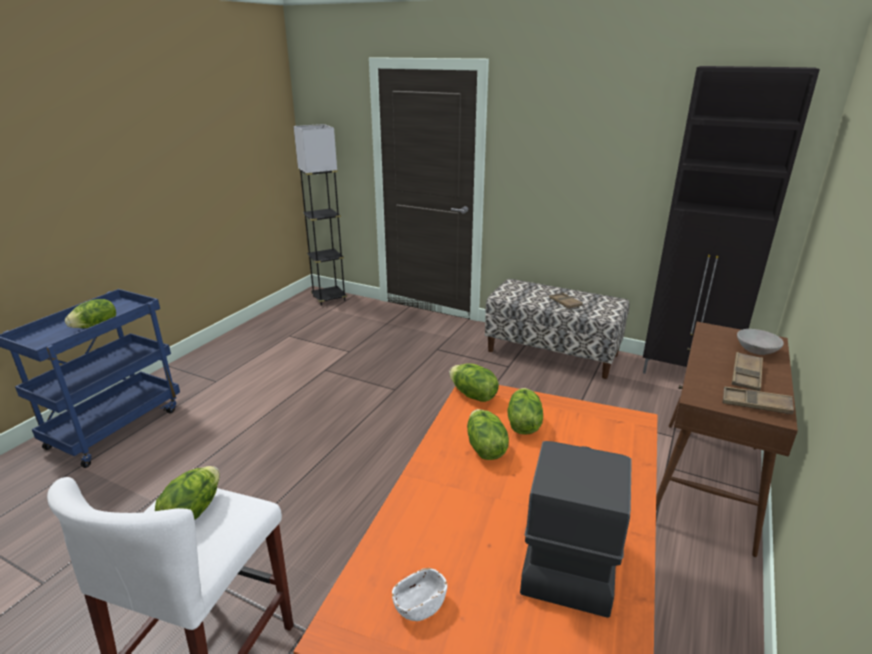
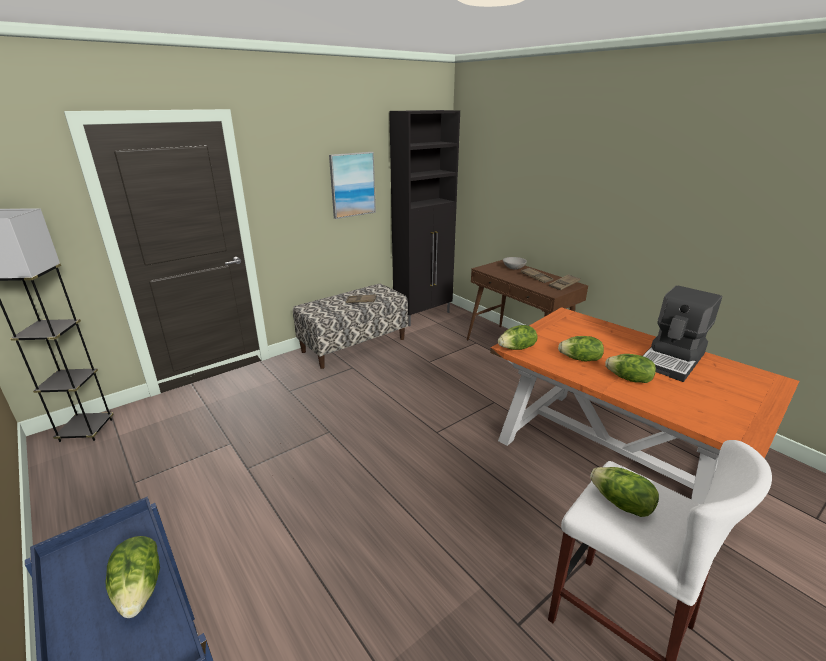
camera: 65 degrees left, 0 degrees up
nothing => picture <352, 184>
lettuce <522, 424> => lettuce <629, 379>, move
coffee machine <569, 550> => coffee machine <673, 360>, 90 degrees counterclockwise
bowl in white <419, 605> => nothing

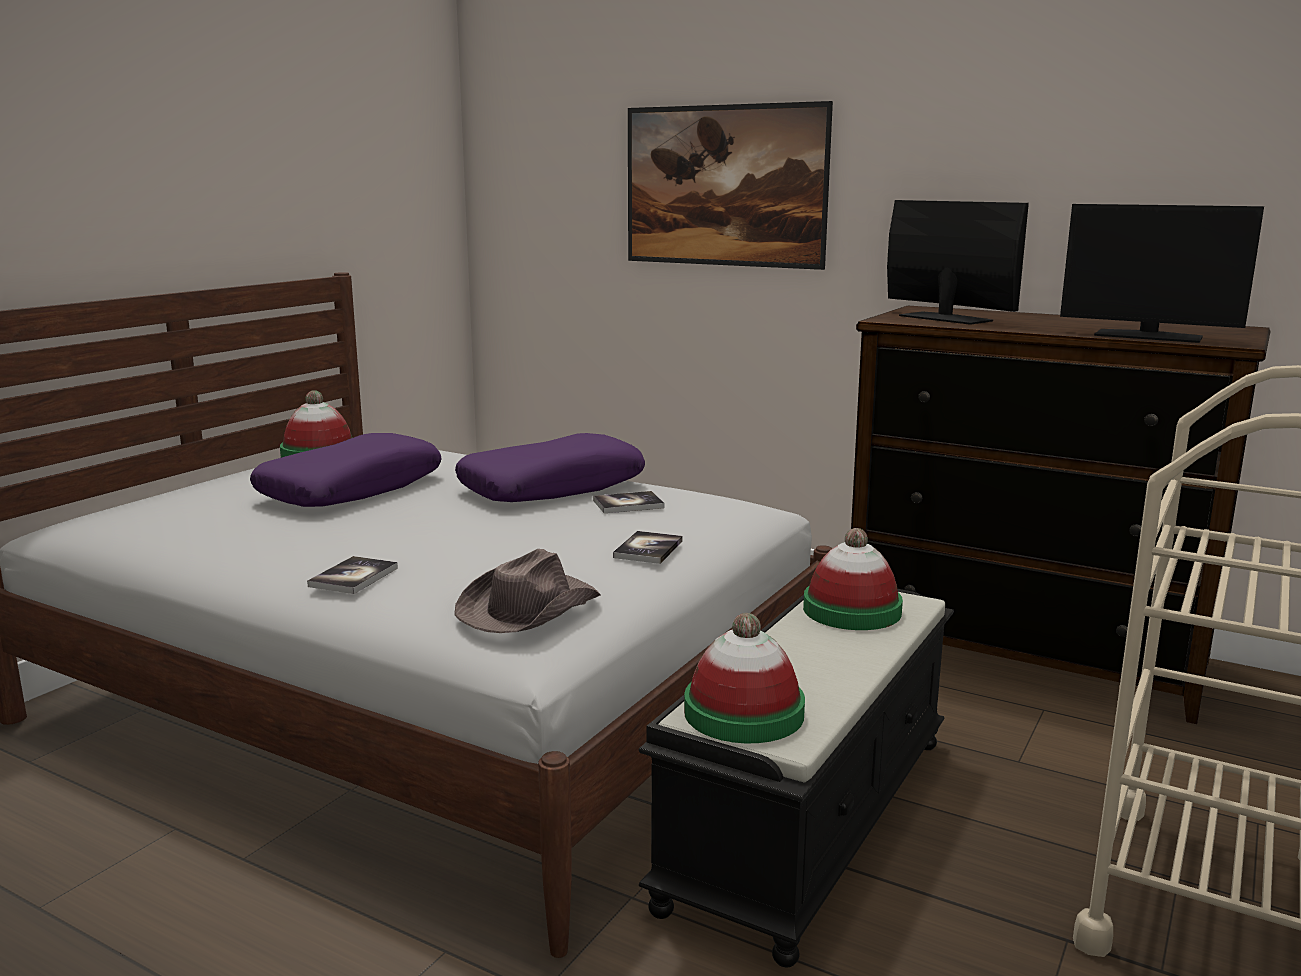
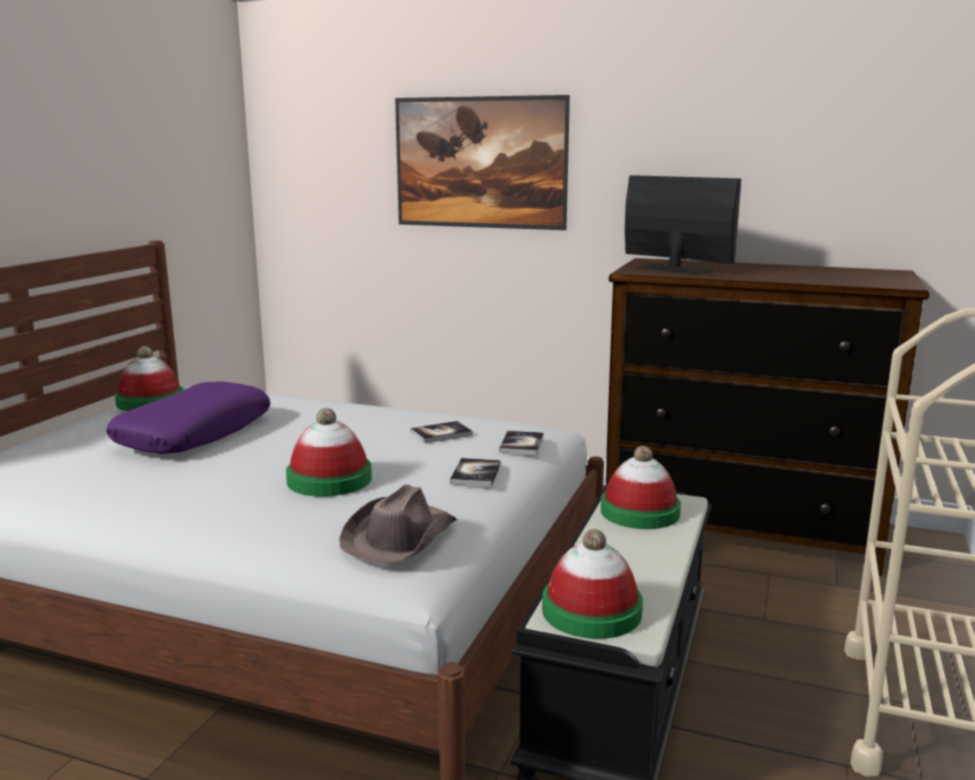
camera: 10 degrees left, 0 degrees up
nothing => hat <329, 479>
book <353, 577> => book <522, 444>, move
pillow in purple <552, 487> => nothing
monitor <1148, 336> => nothing

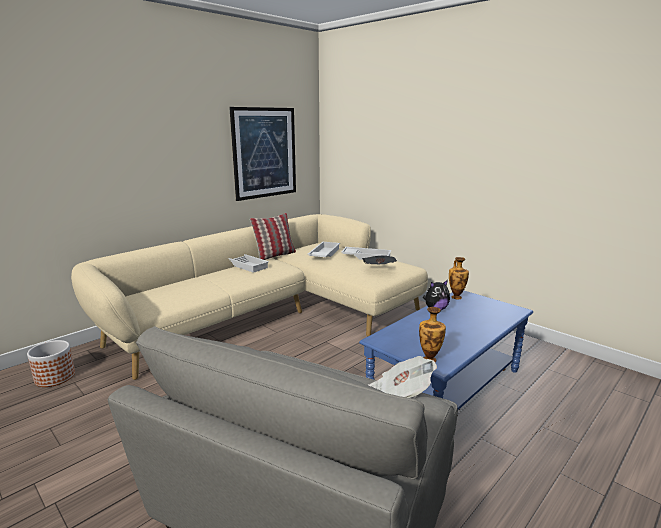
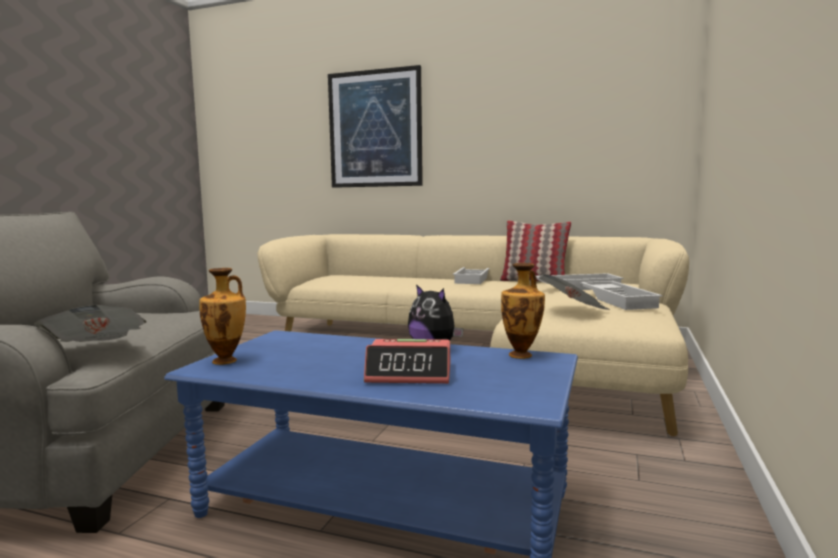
camera: 65 degrees right, 10 degrees down
picture <264, 153> => picture <375, 129>, move
nothing => alarm clock <410, 373>
planter <54, 377> => nothing

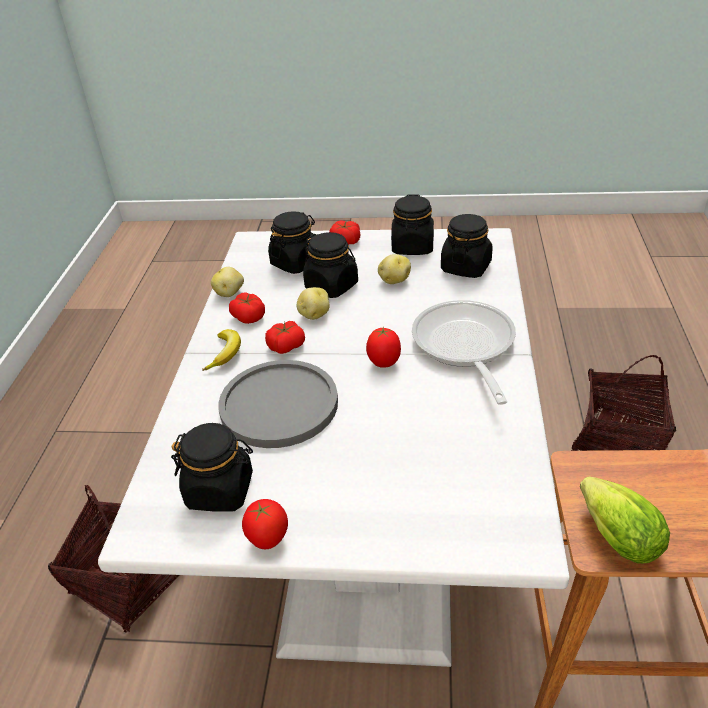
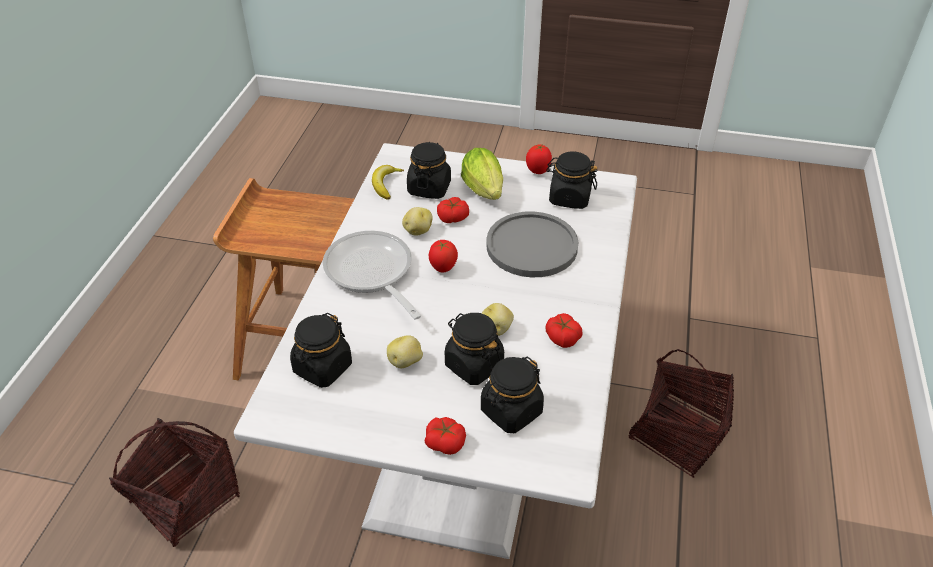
camera: 175 degrees left, 5 degrees up
frying pan <464, 347> => frying pan <371, 273>, 150 degrees clockwise
banana <225, 353> => banana <385, 184>, move
potato <230, 293> => potato <417, 231>, move
jar in black <413, 247> => jar in black <429, 188>, move
tomato <286, 346> => tomato <453, 217>, move
lettuce <614, 534> => lettuce <485, 192>, move

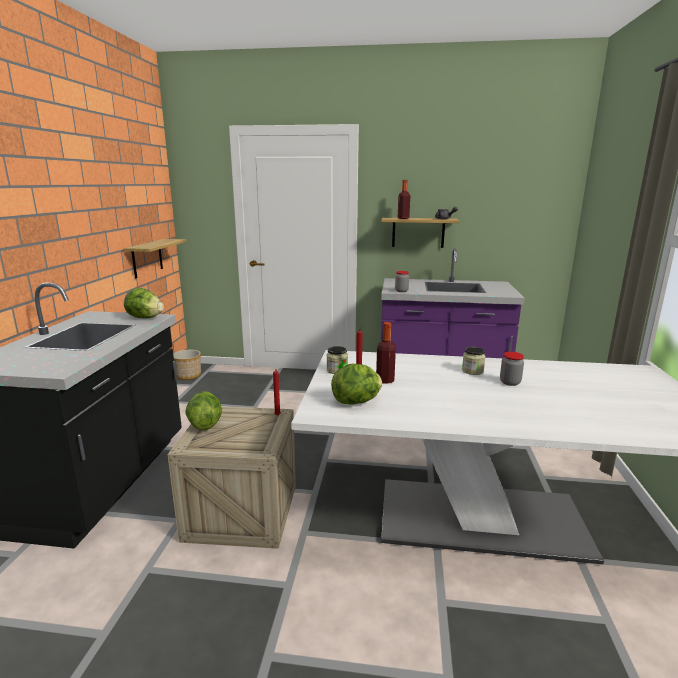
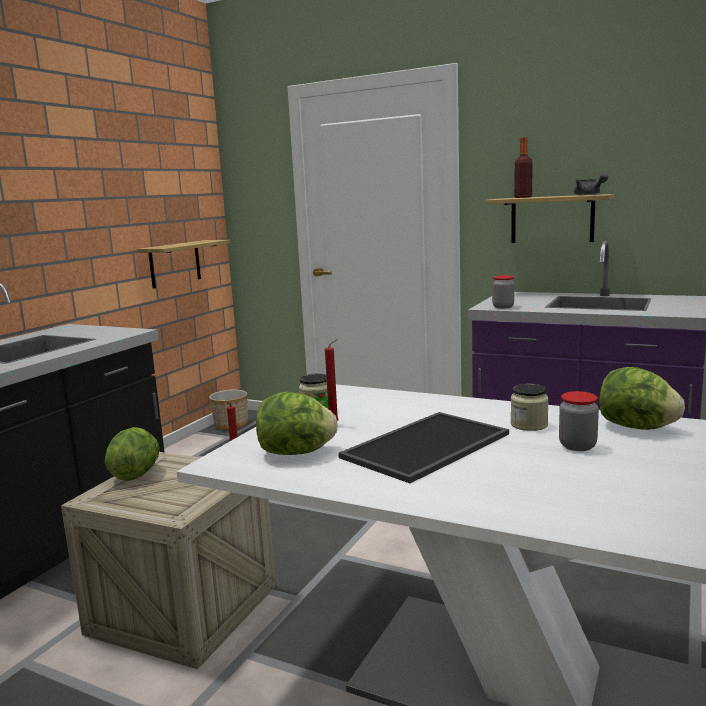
camera: 20 degrees right, 5 degrees down
nothing => tray <427, 447>
lettuce <145, 318> => lettuce <637, 427>, move
bottle <385, 380> => nothing

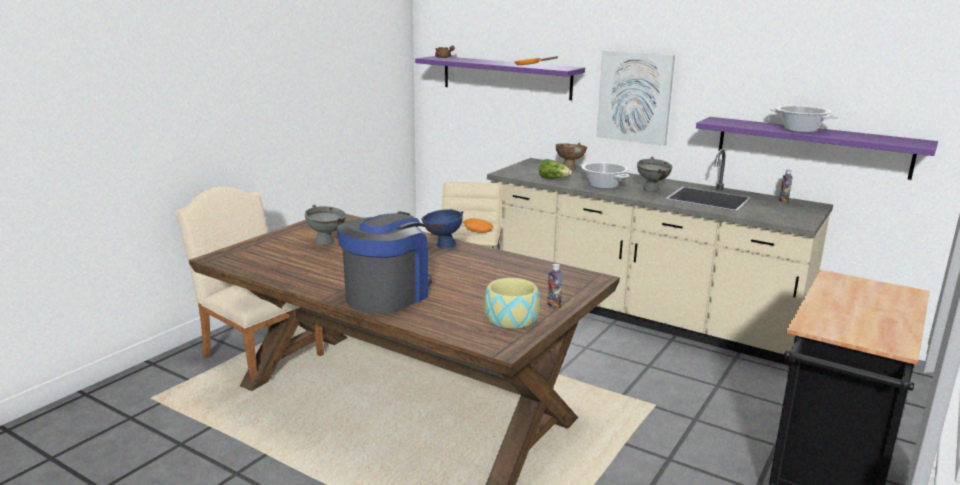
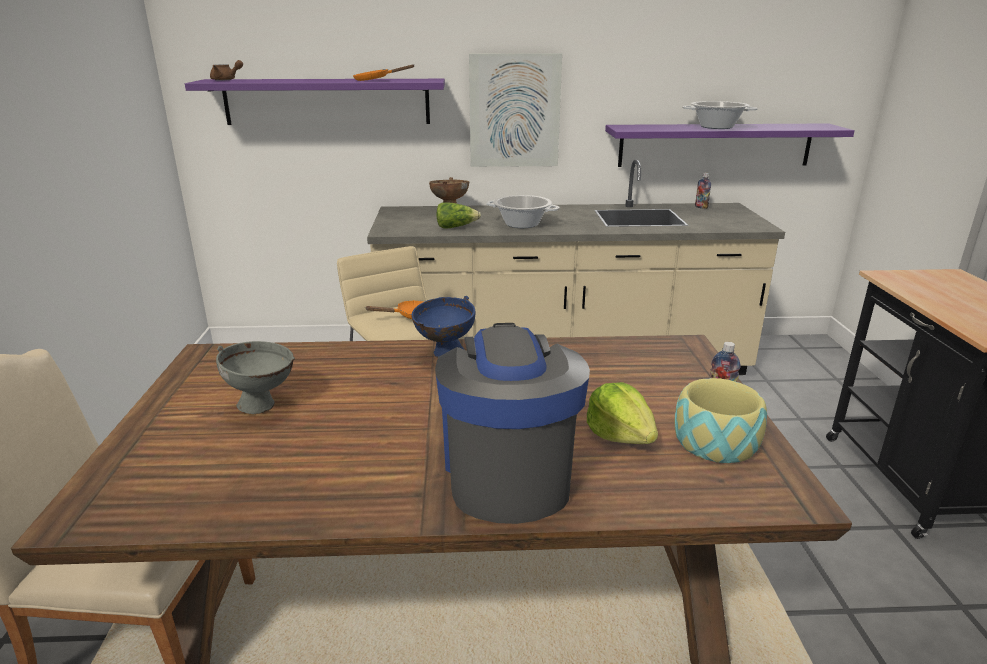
camera: 35 degrees left, 5 degrees up
nothing => lettuce <620, 435>
bowl in grey <652, 190> => nothing

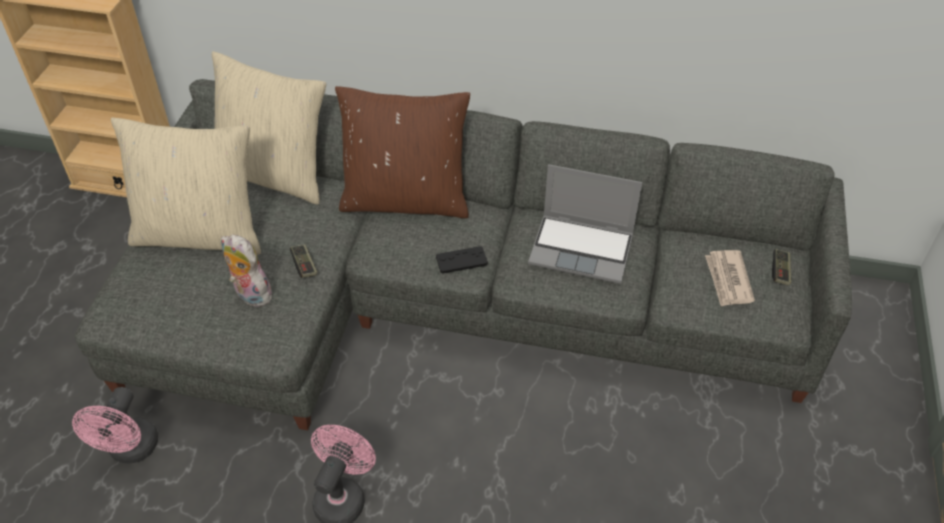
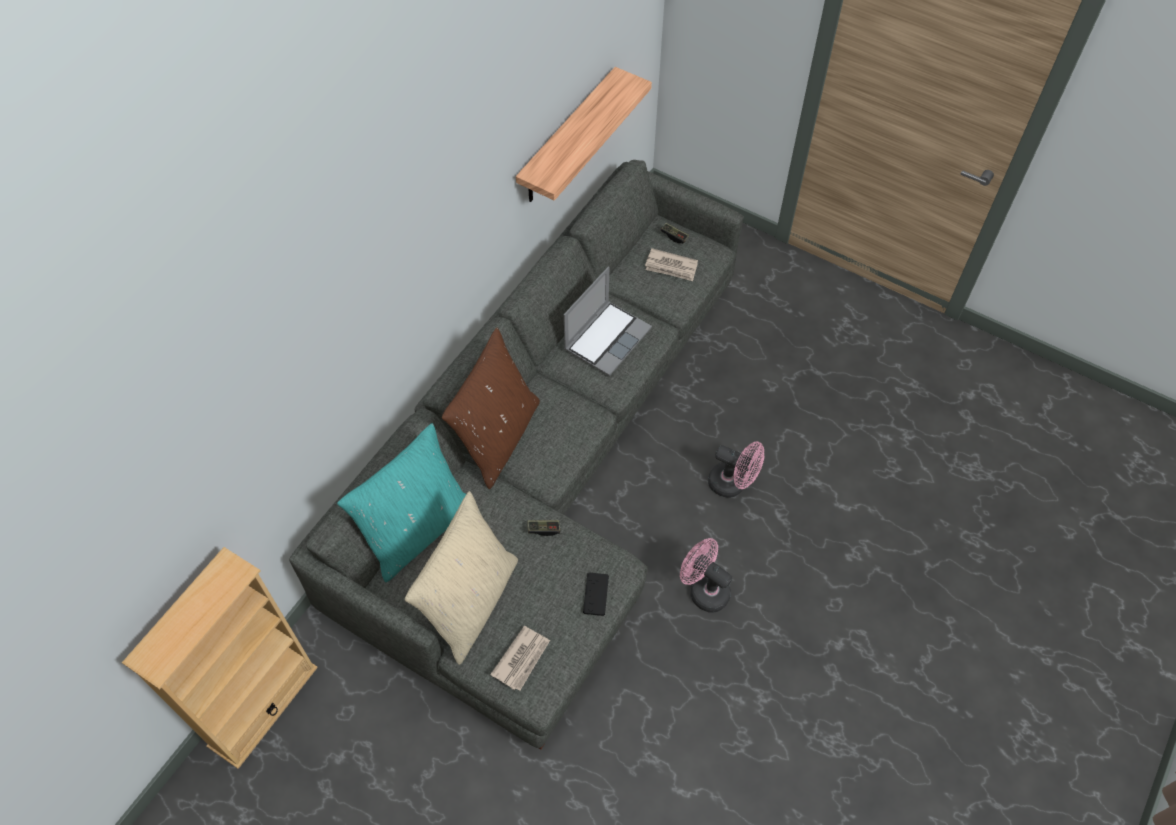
camera: 70 degrees left, 10 degrees up
pillow in beige <274, 174> => pillow in turquoise <417, 530>
nothing => newspaper <522, 659>
nothing => shelf <567, 138>
game controller in black <461, 260> => game controller in black <596, 594>, move
fan in pink <131, 451> => fan in pink <733, 484>, move
plush toy <250, 295> => nothing

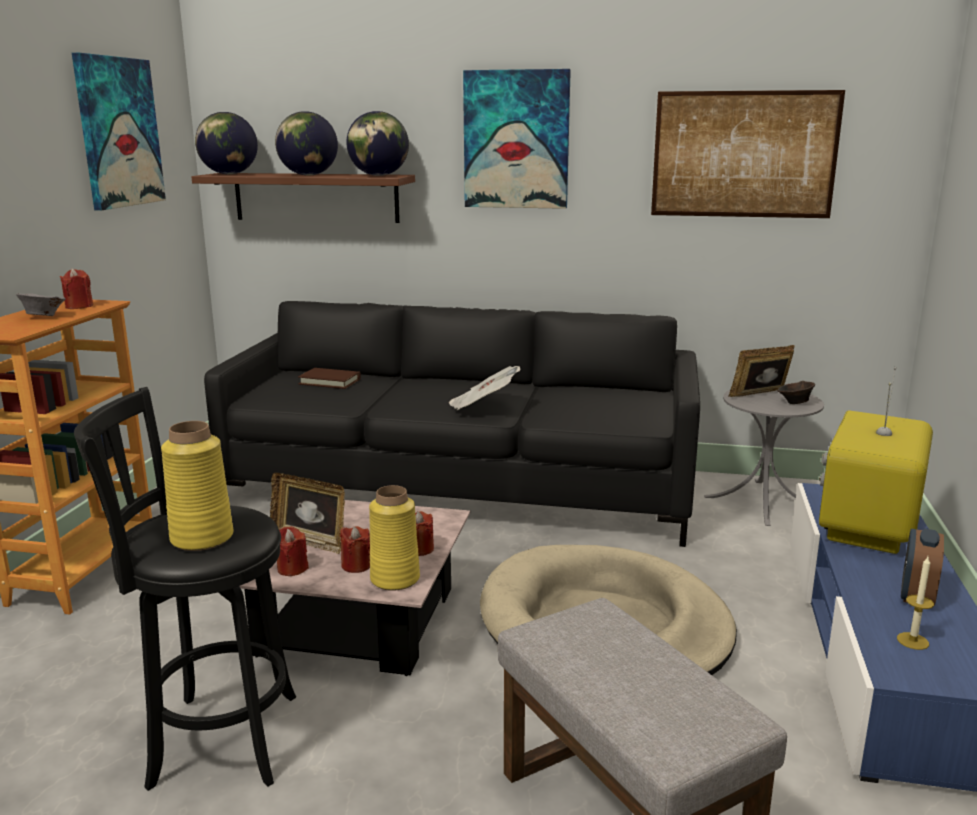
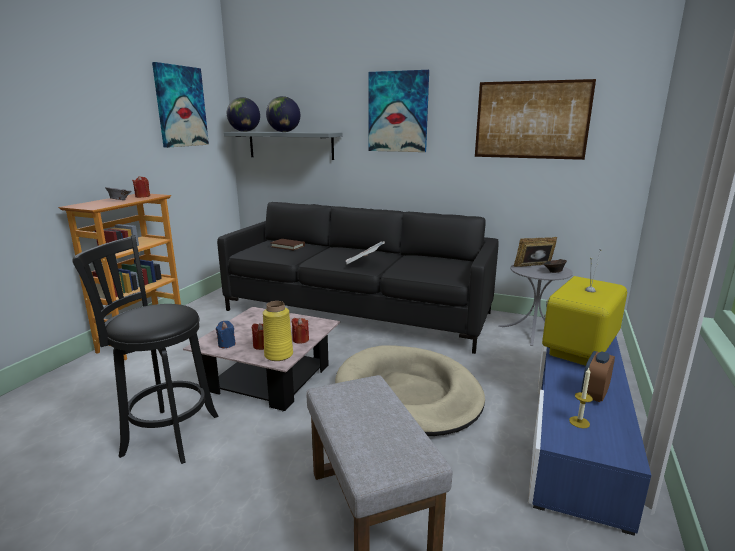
camera: 10 degrees right, 0 degrees up
candle in red <292, 568> => candle in blue <226, 344>
shelf in brown <316, 197> => shelf in grey <290, 145>
vase in yellow <201, 538> => nothing
picture frame <309, 541> => nothing
globe <378, 175> => nothing

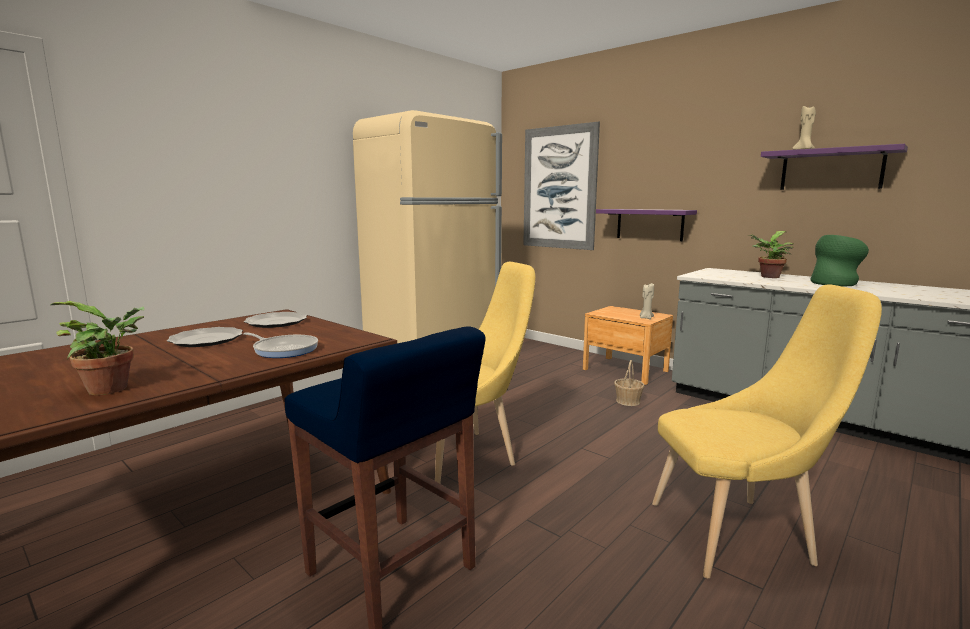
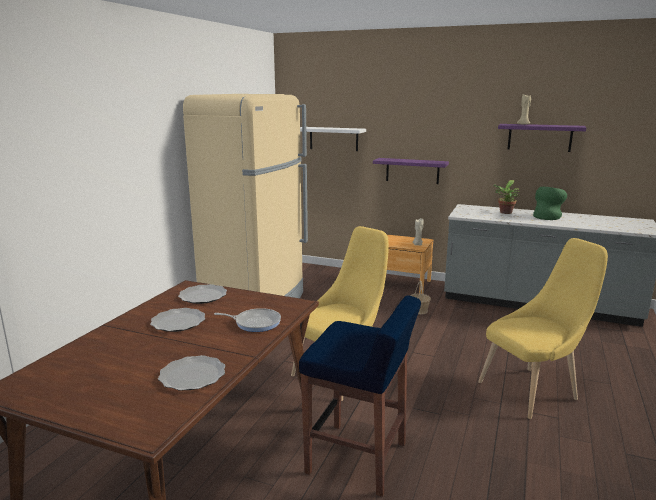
camera: 20 degrees left, 5 degrees up
potted plant <114, 388> => plate <193, 376>
picture <559, 188> => shelf in white <333, 138>

